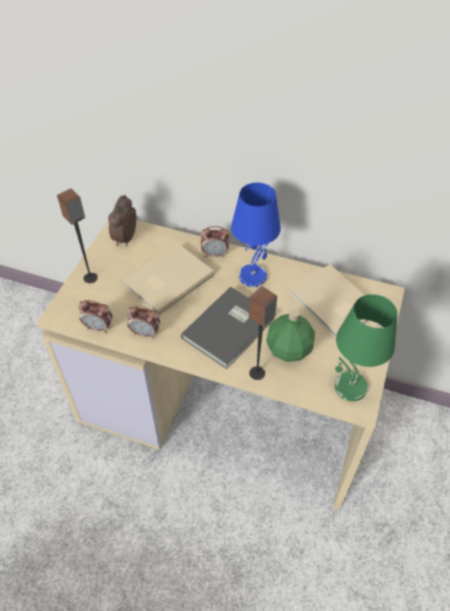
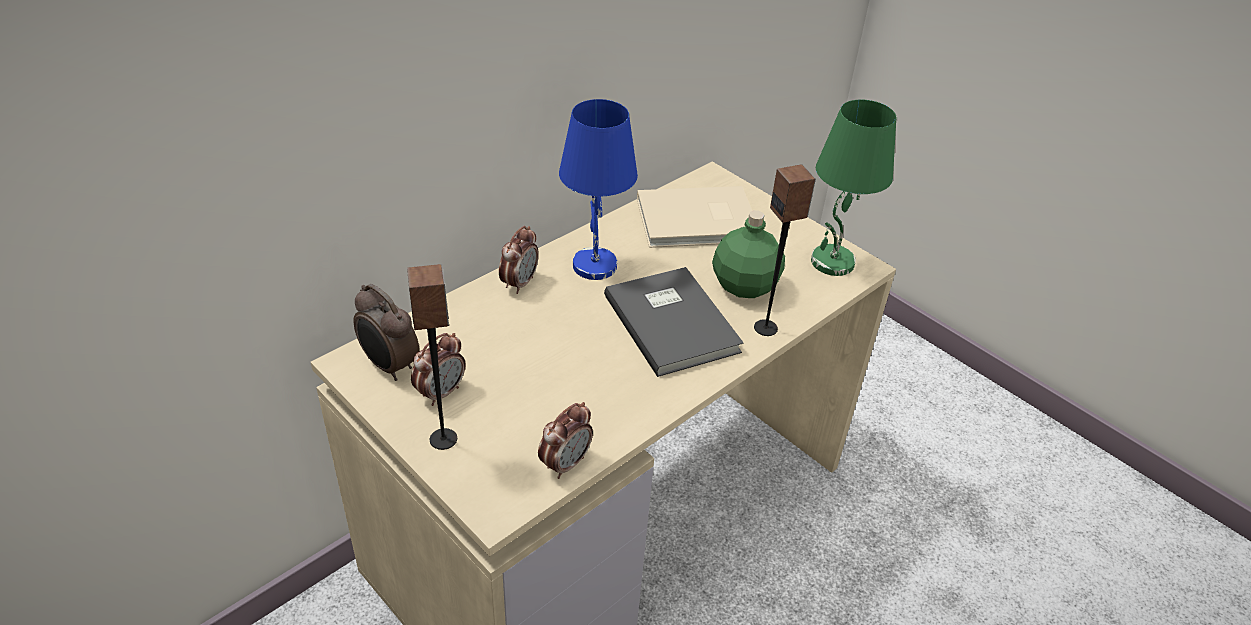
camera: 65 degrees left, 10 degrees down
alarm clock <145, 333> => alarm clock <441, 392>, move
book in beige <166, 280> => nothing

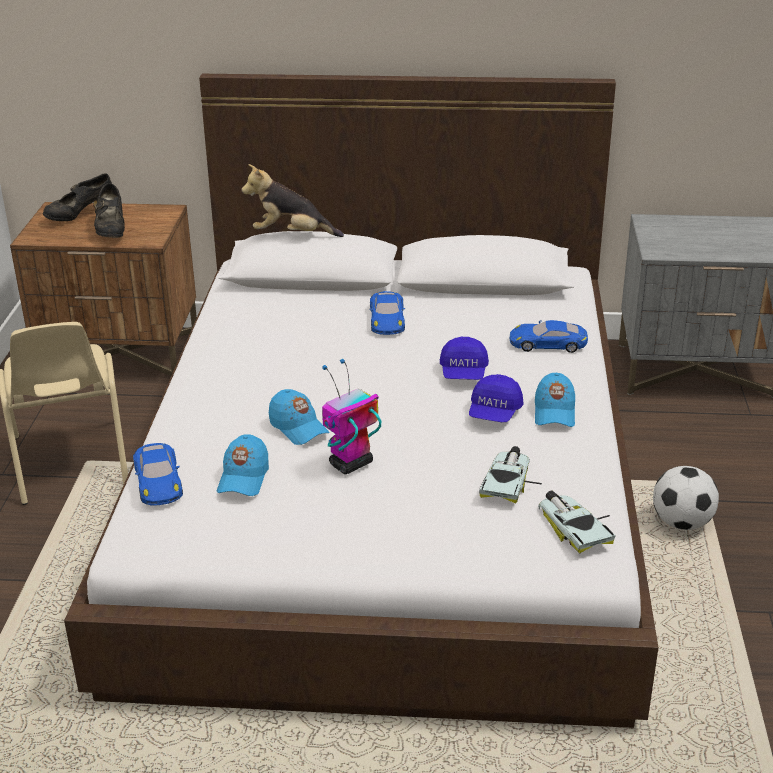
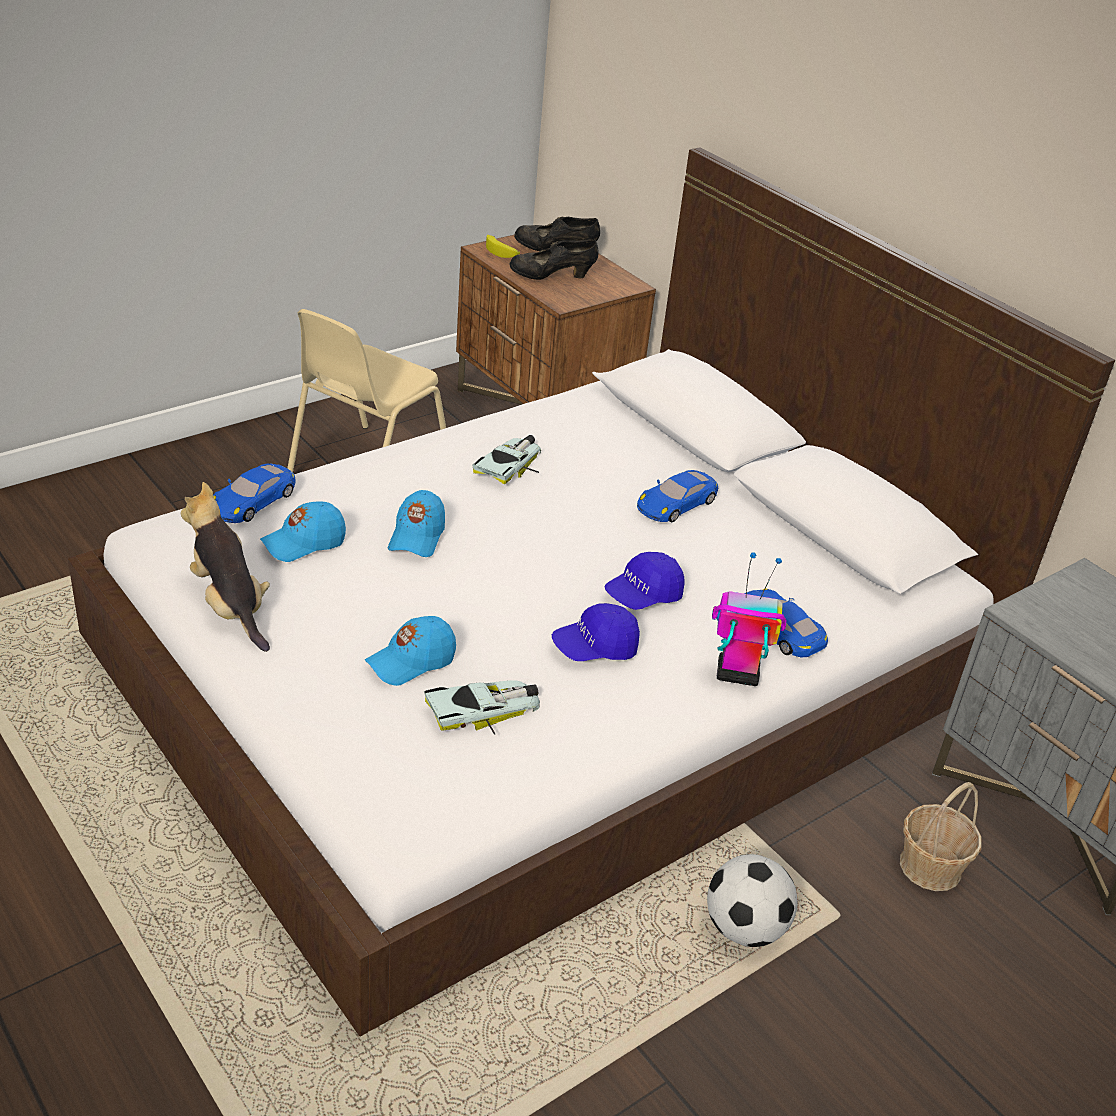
camera: 45 degrees right, 5 degrees up
plush toy <291, 235> => plush toy <230, 606>, move
cap in blue <554, 412> => cap in blue <411, 661>, move
toy car <574, 526> => toy car <511, 465>, move
nothing => banana <502, 252>
shoe in black <111, 231> => shoe in black <552, 277>, 45 degrees clockwise
toy robot <350, 464> => toy robot <736, 674>, move
nothing => basket <929, 866>

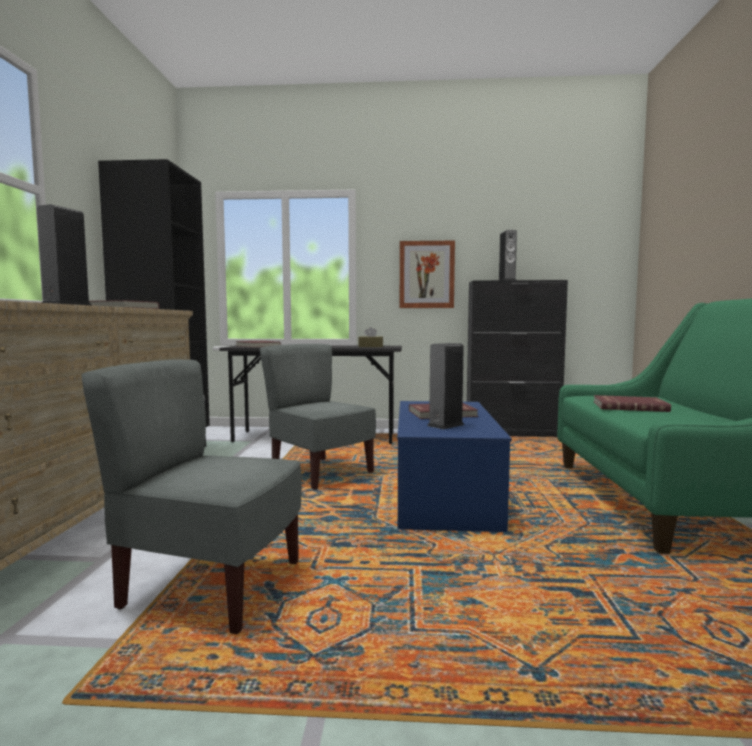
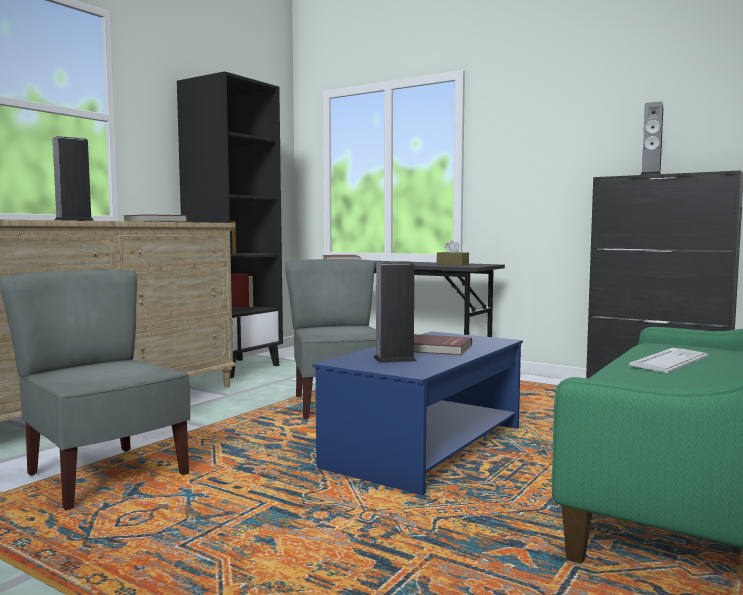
camera: 30 degrees right, 0 degrees up
book in red <629, 406> => keyboard <670, 361>
picture <426, 275> => nothing

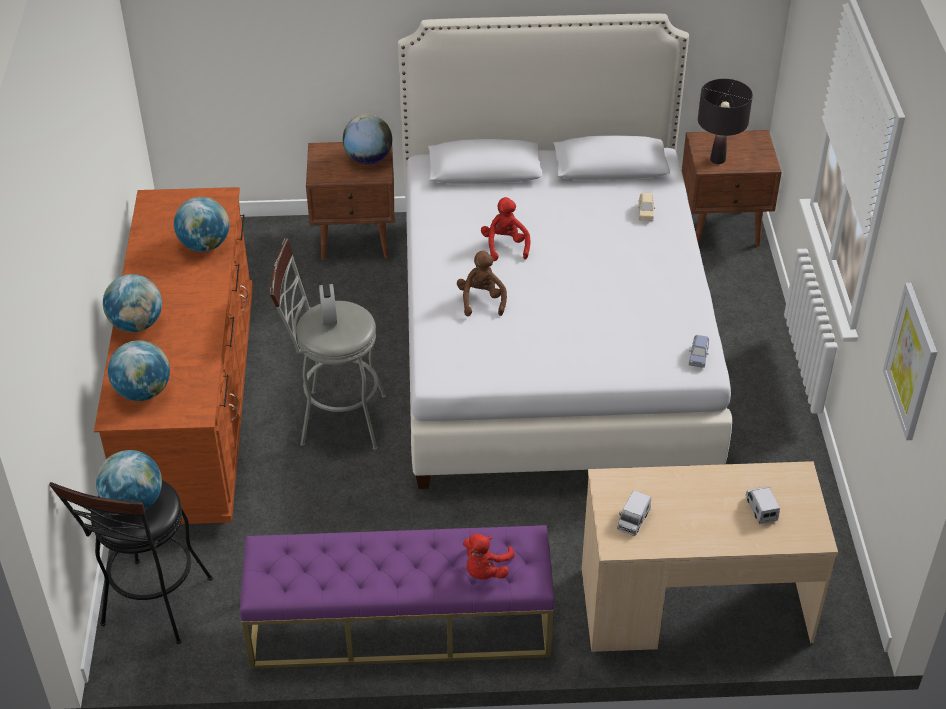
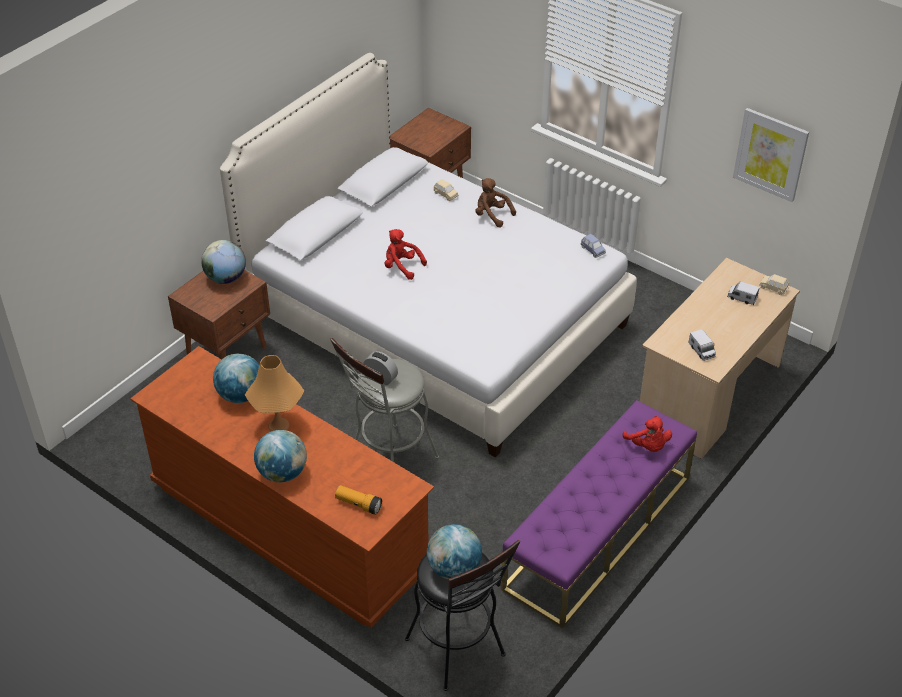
camera: 50 degrees left, 0 degrees up
nothing => table lamp in orange <278, 425>
globe <143, 392> => flashlight <358, 504>
plush toy in brown <481, 300> => plush toy in brown <492, 215>, move
nothing => toy car in beige <773, 288>
table lamp in black <717, 159> => nothing

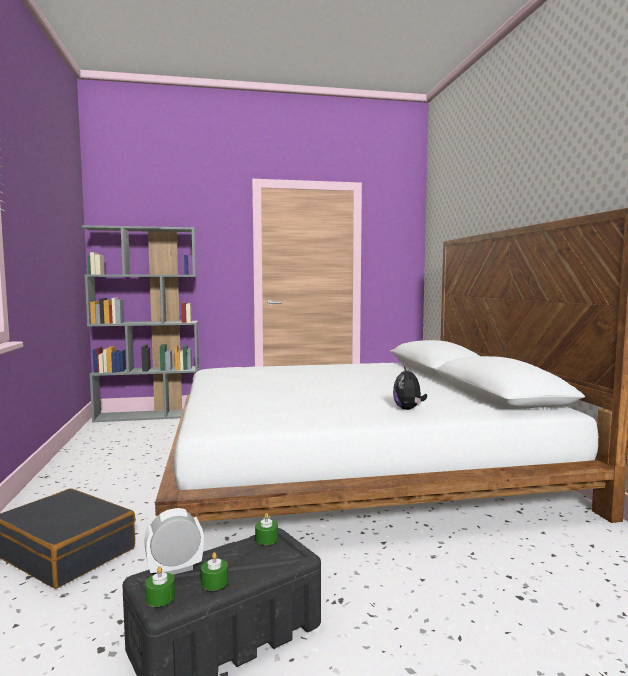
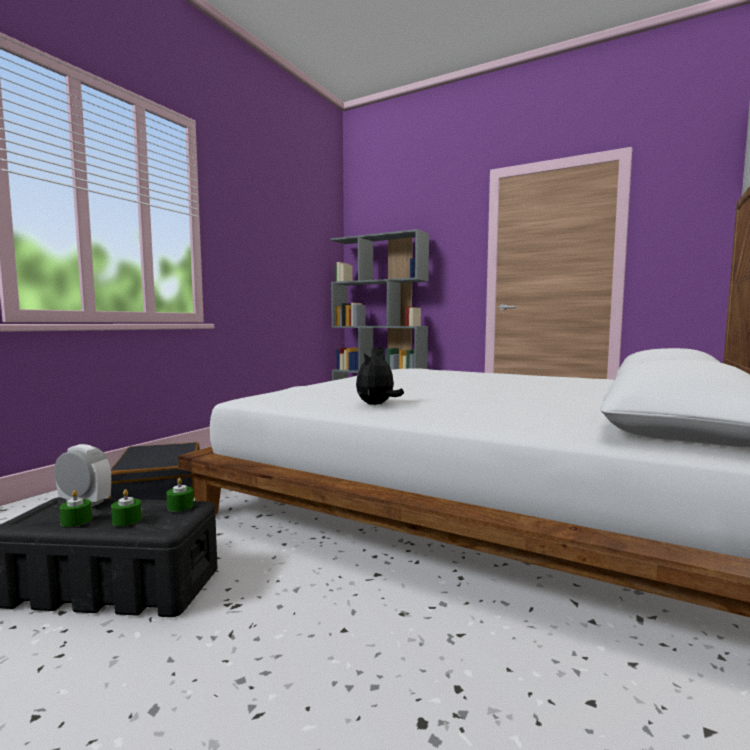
camera: 40 degrees right, 0 degrees up
candle in green <160, 597> => candle in green <127, 520>, move
plush toy <408, 409> => plush toy <377, 405>, move

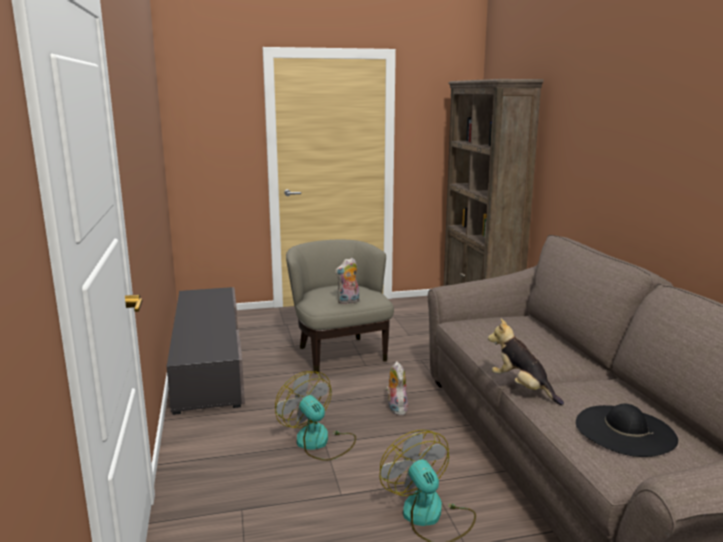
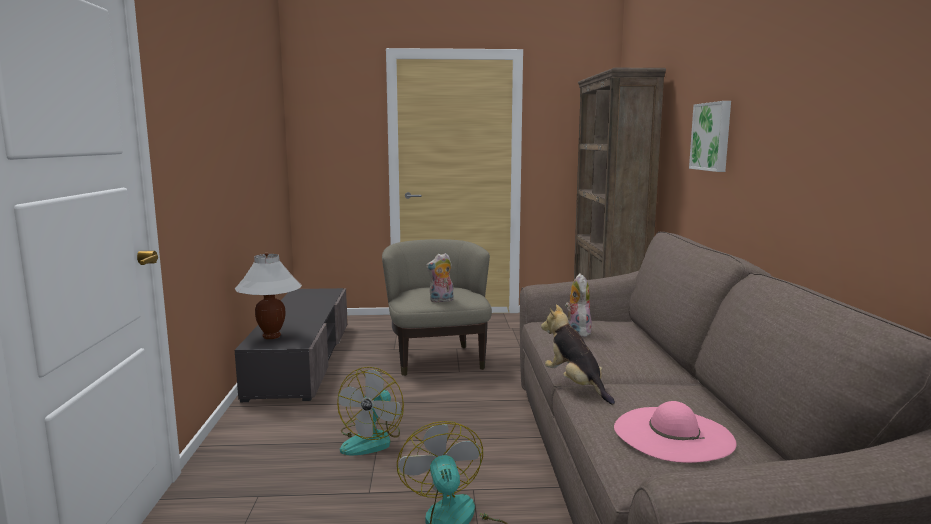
camera: 10 degrees right, 5 degrees down
nothing => table lamp in white <271, 336>
fan <318, 442> => fan <372, 440>, 135 degrees counterclockwise
plush toy <396, 409> => plush toy <577, 332>, move
hat in black <625, 430> => hat in pink <673, 434>
nothing => picture <712, 136>

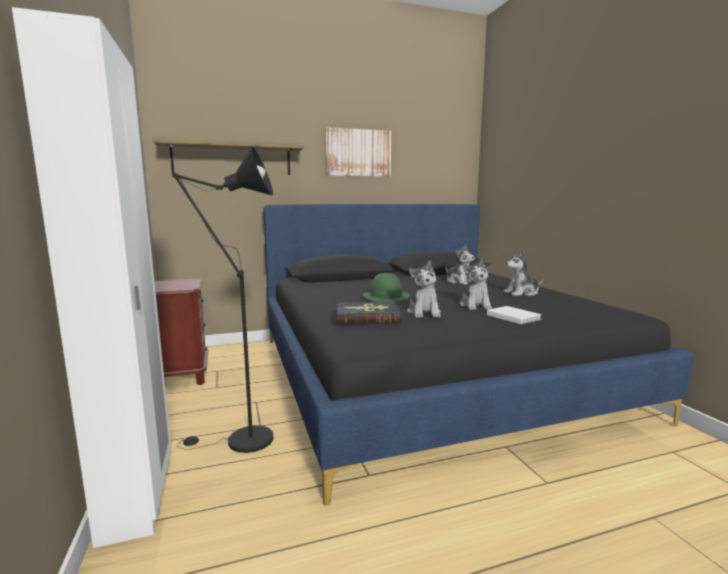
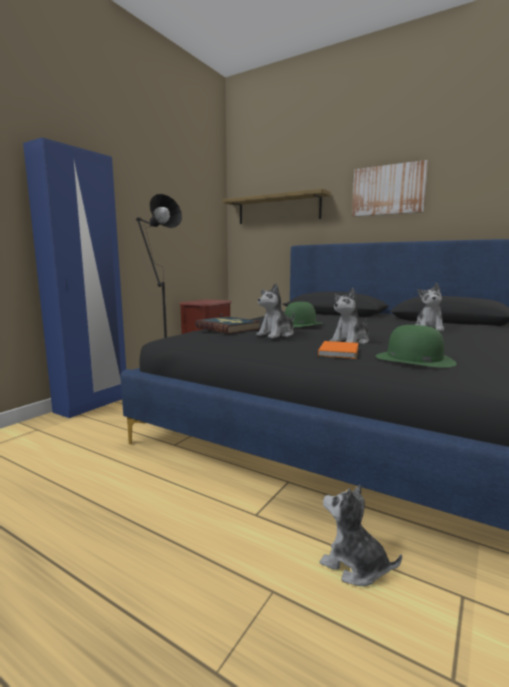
camera: 50 degrees right, 0 degrees up
wardrobe in white <139, 497> => wardrobe in blue <92, 404>
book in white <513, 317> => book in orange <339, 352>
plush toy <522, 293> => plush toy <354, 566>, move
nothing => hat in green <414, 359>

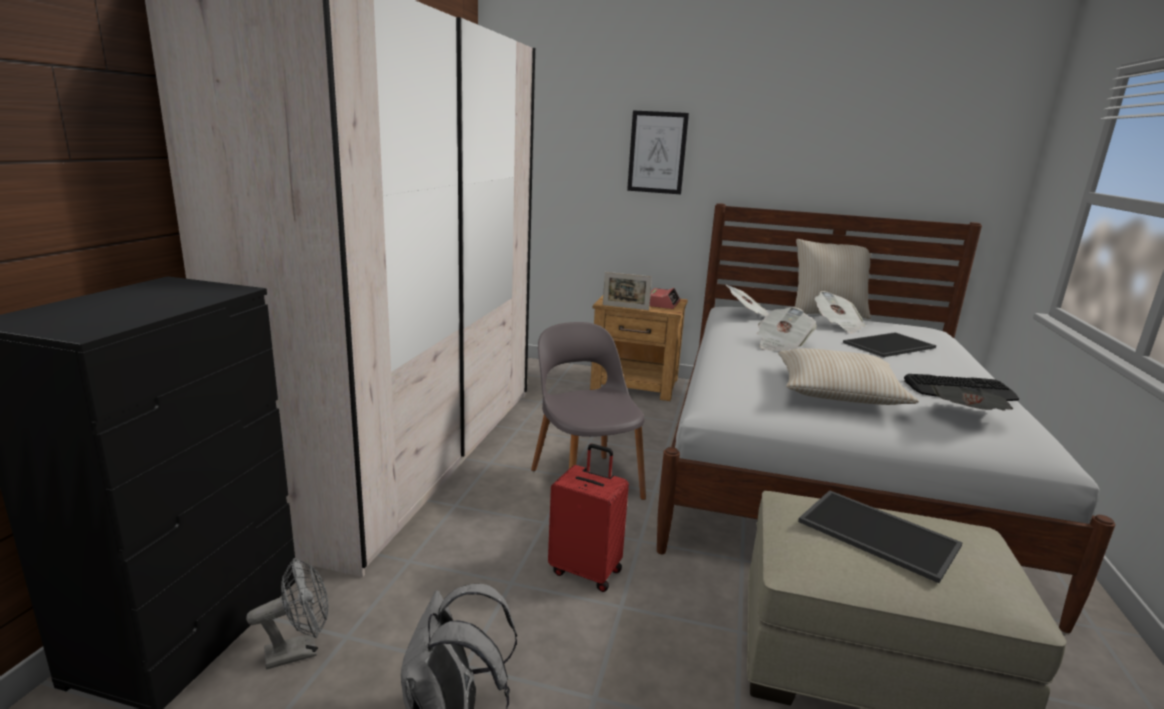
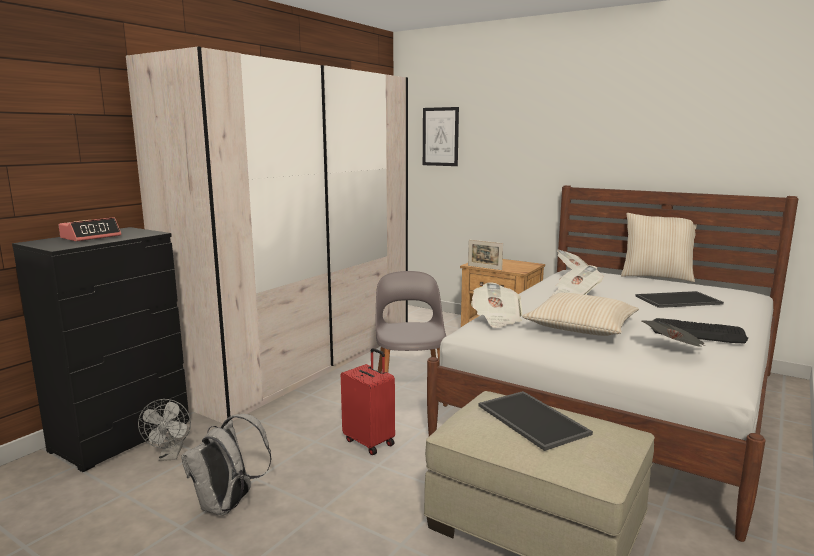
camera: 20 degrees right, 5 degrees down
alarm clock <663, 304> => alarm clock <91, 237>, move
fan in grey <300, 651> => fan in grey <170, 456>, 90 degrees clockwise
picture <657, 152> => picture <440, 136>, move
newspaper <837, 325> => newspaper <496, 319>, move

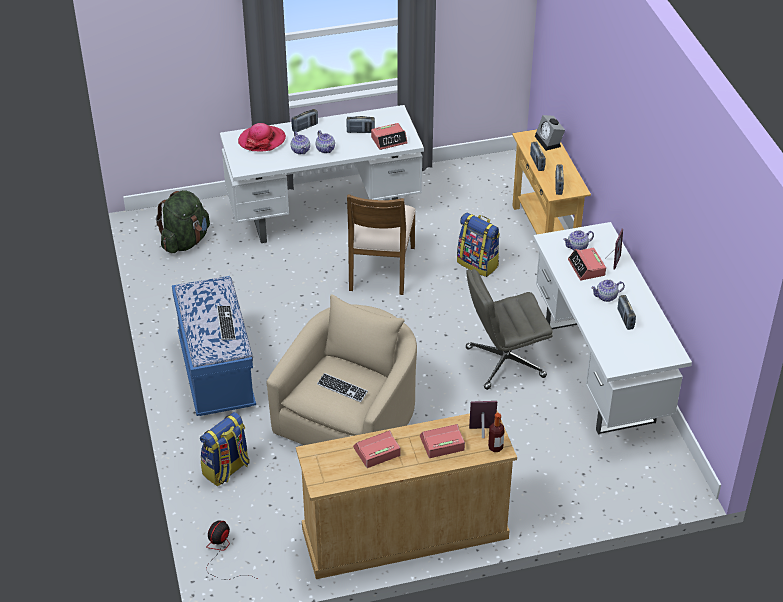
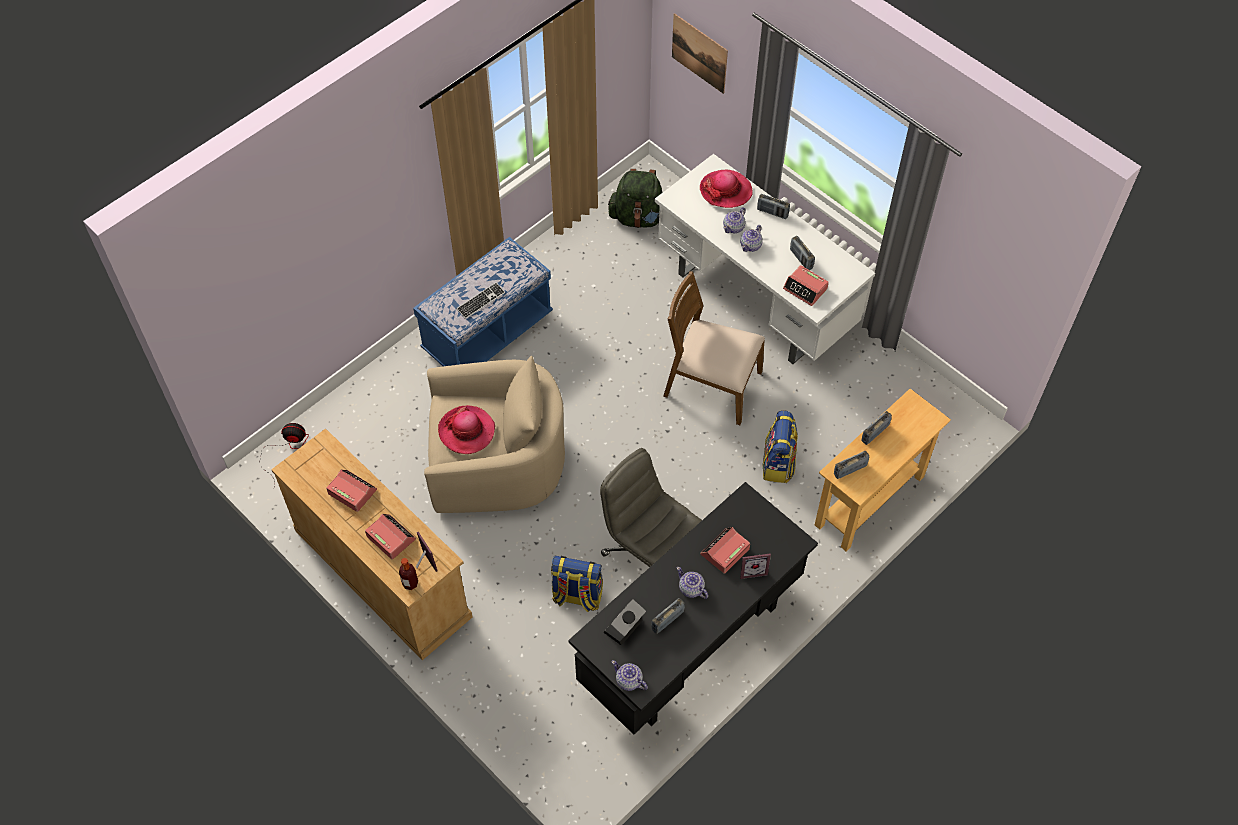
camera: 60 degrees right, 15 degrees up
keyboard <342, 388> => hat <466, 431>
backpack <226, 470> => backpack <577, 596>, move
desk in white <600, 373> => desk in black <690, 644>
alarm clock <549, 141> => alarm clock <624, 628>, move
teapot <577, 247> => teapot <629, 681>, move
chair in brown <380, 268> => chair in brown <711, 385>, 45 degrees clockwise
nothing => picture <699, 53>

